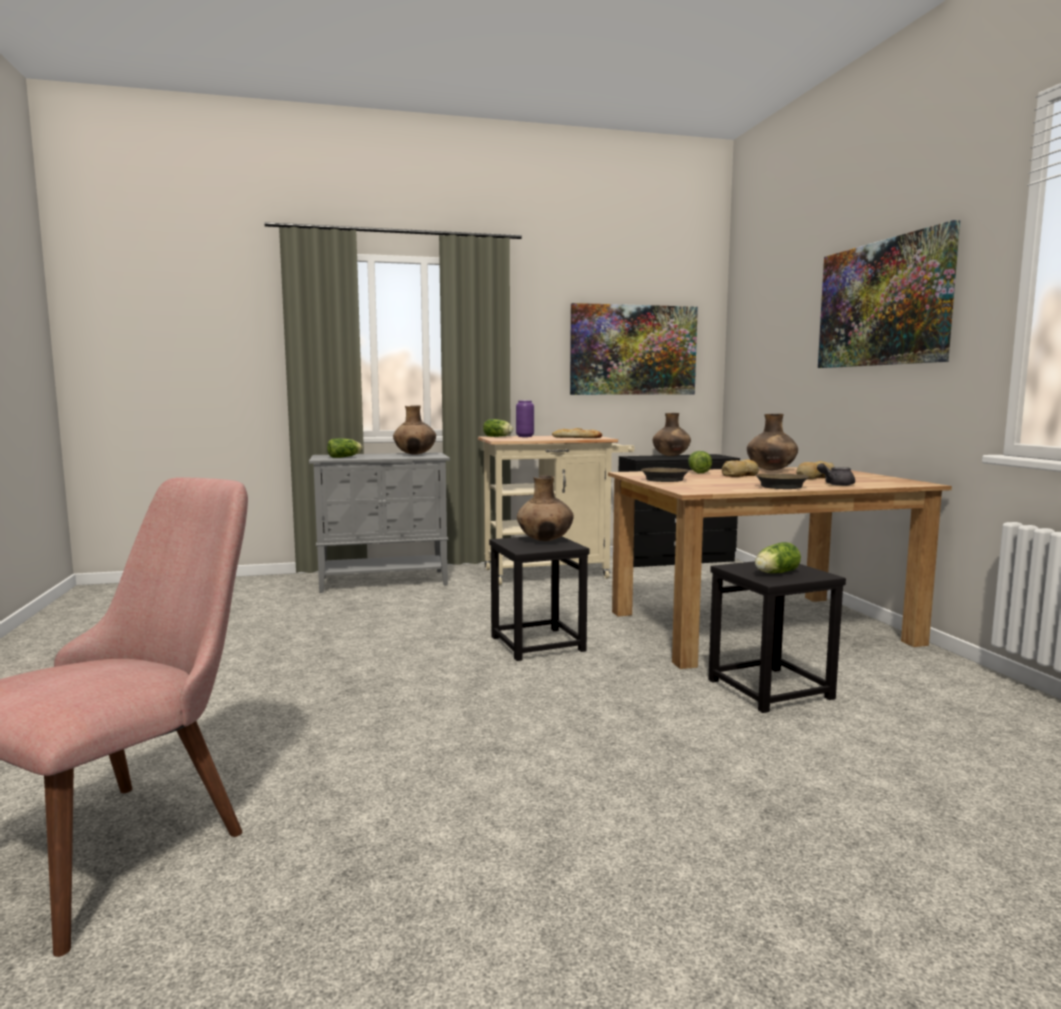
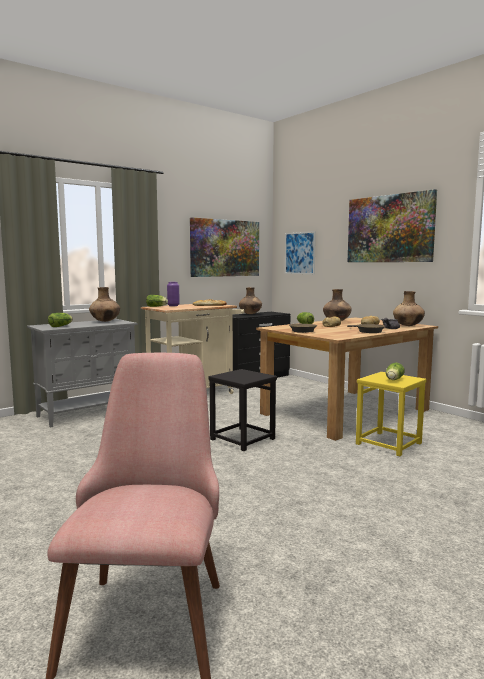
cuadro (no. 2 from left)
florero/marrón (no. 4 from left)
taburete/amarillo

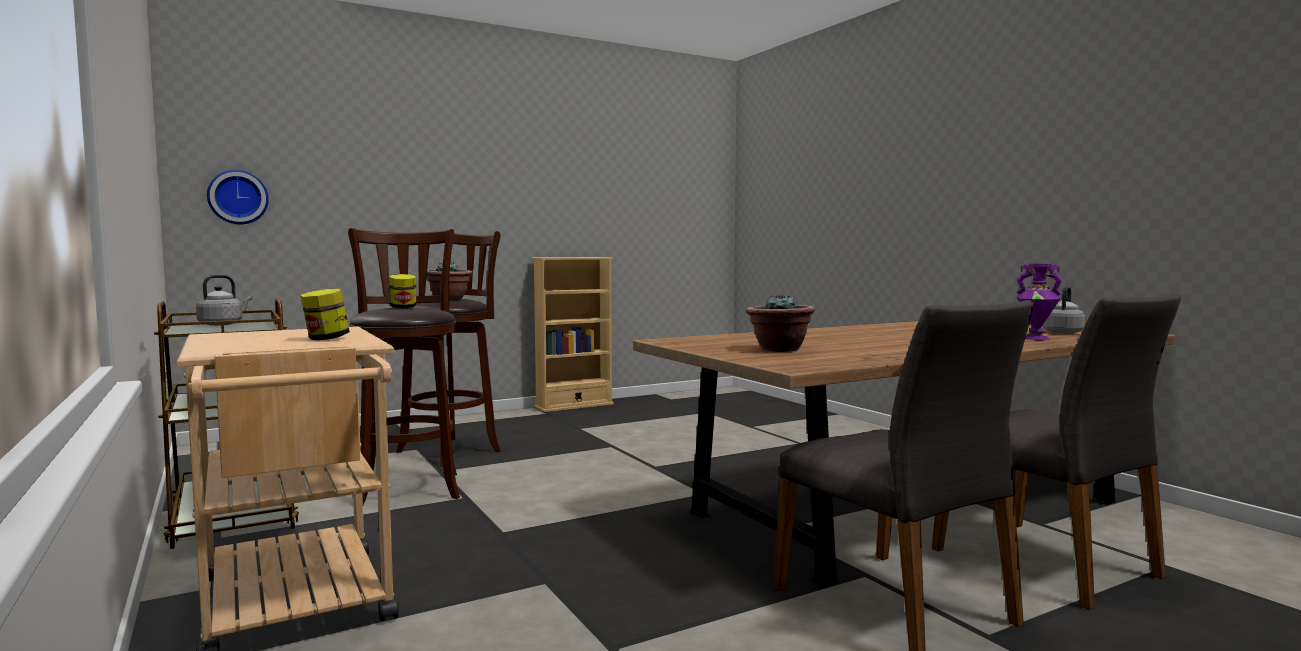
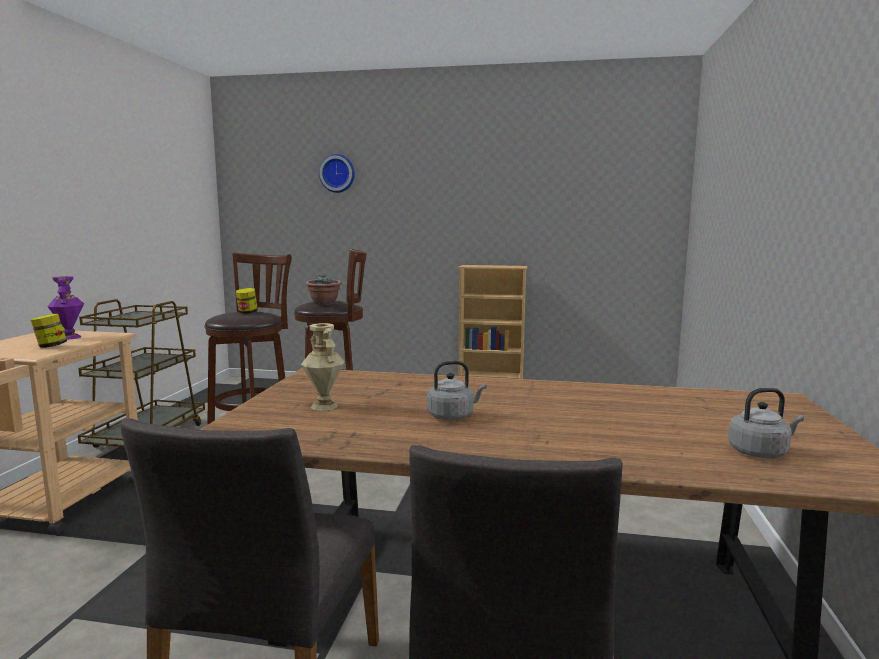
hervidor/gris (no. 1 from left)
reloj de pared
florero/morado
florero/beis

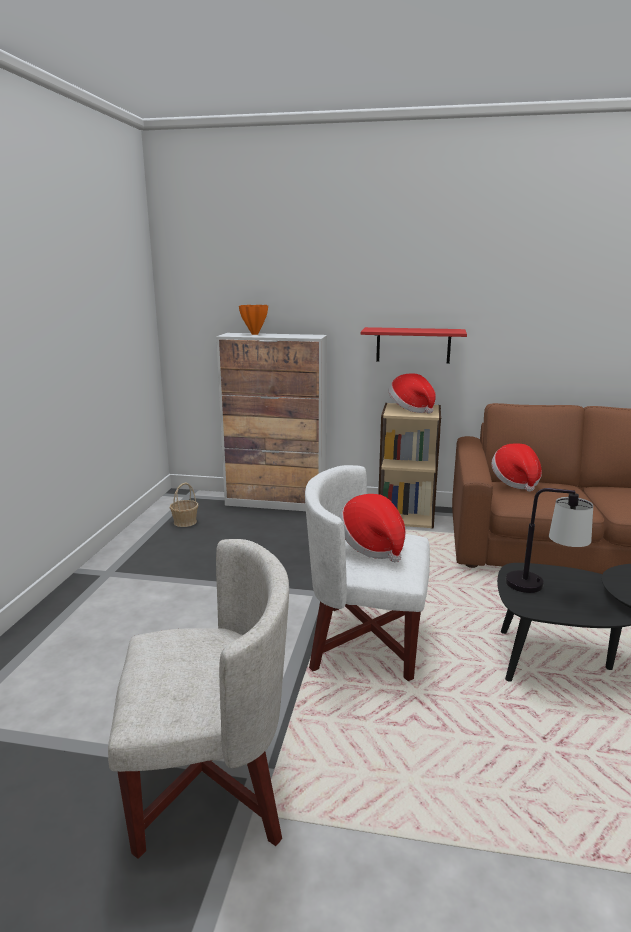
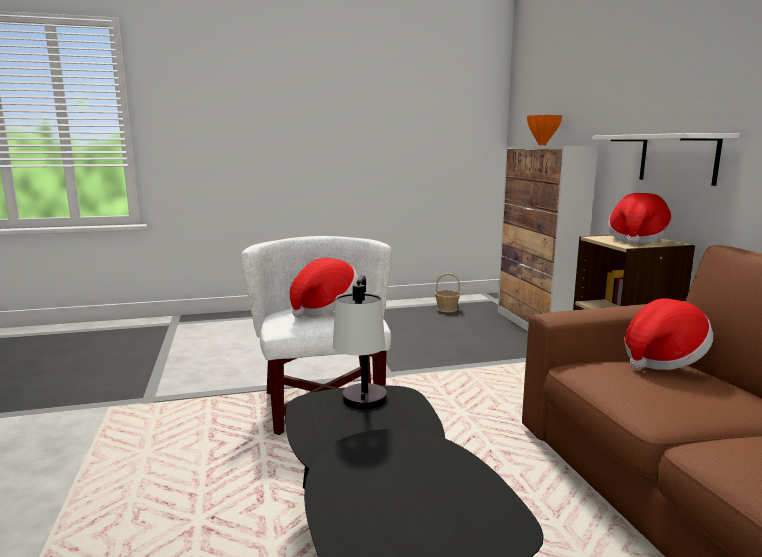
sillón/blanco (no. 1 from left in the first image)
estante/blanco

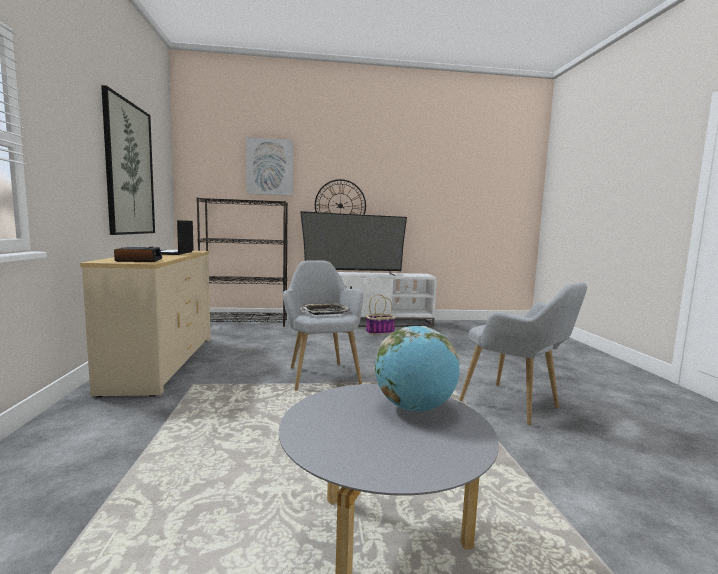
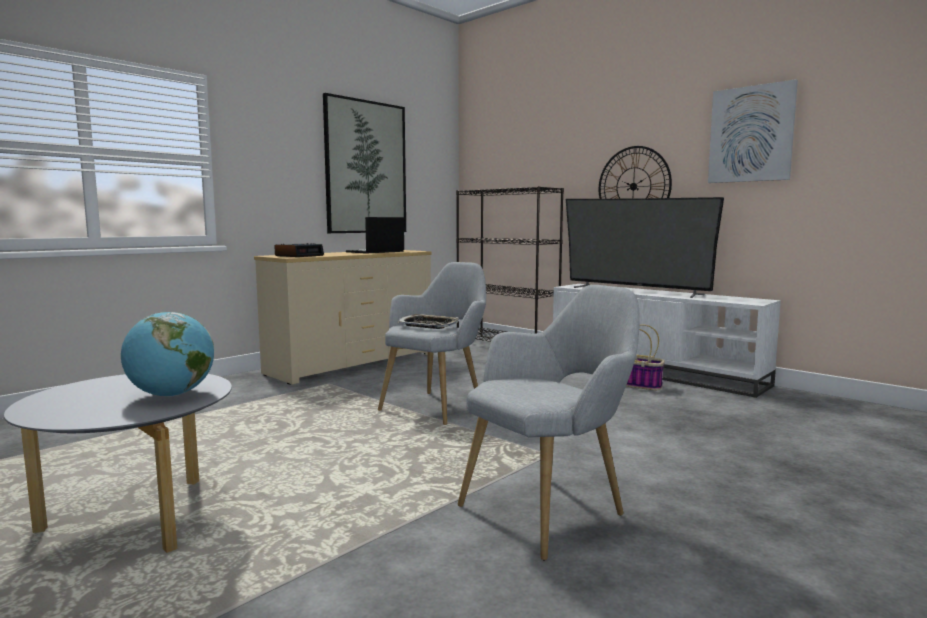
cuadro (no. 2 from left)
sillón/gris (no. 2 from left)

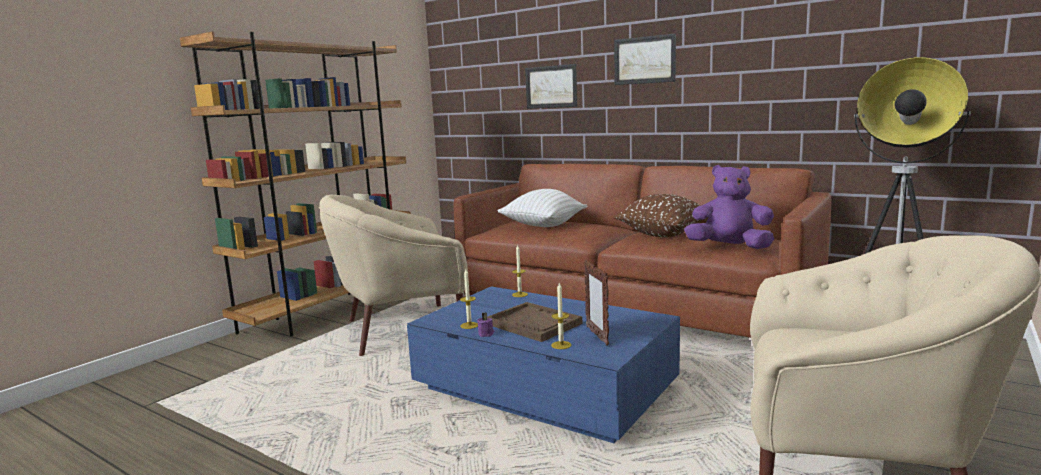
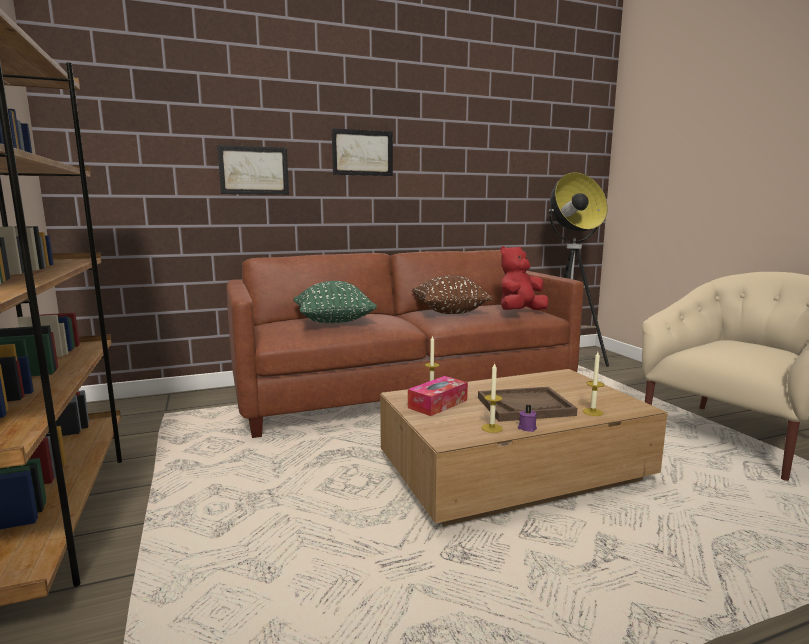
sillón/beis (no. 1 from left in the first image)
portarretratos
caja de pañuelos
mesa de centro/marrón
cojín/verde
peluche/rojo

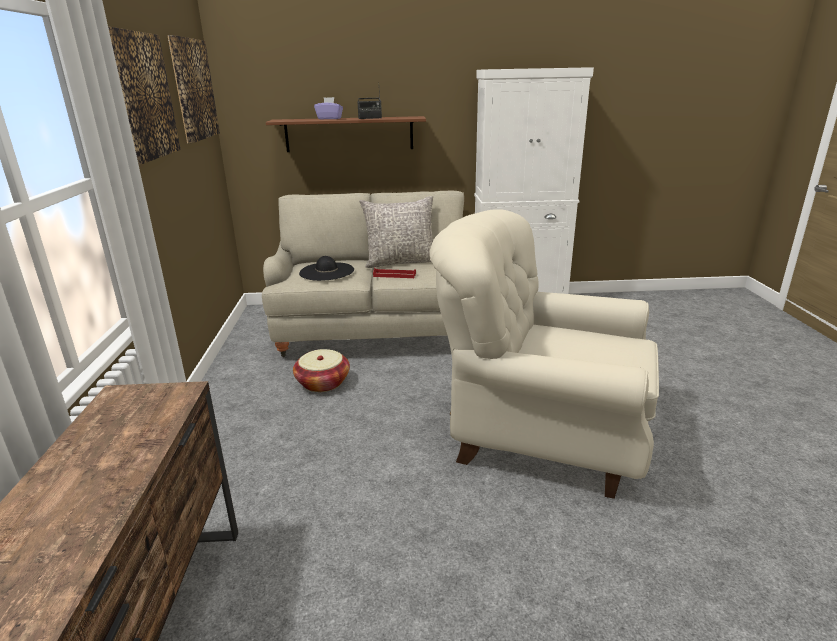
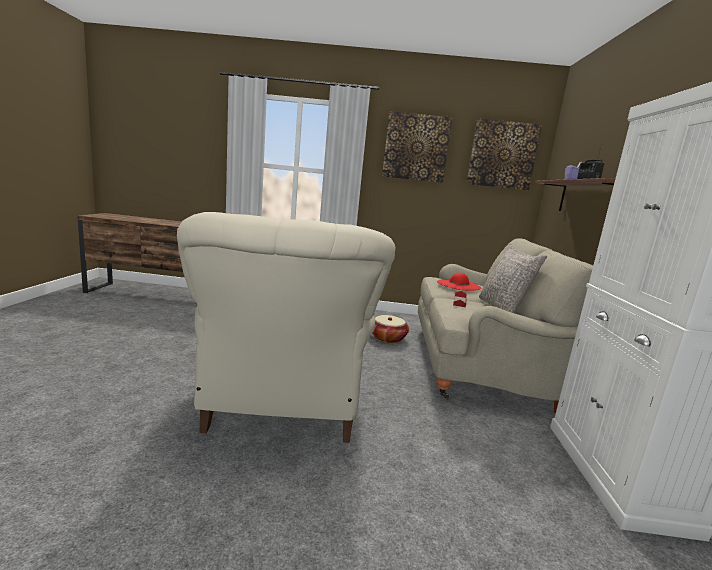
sombrero/rojo
sillón/beis

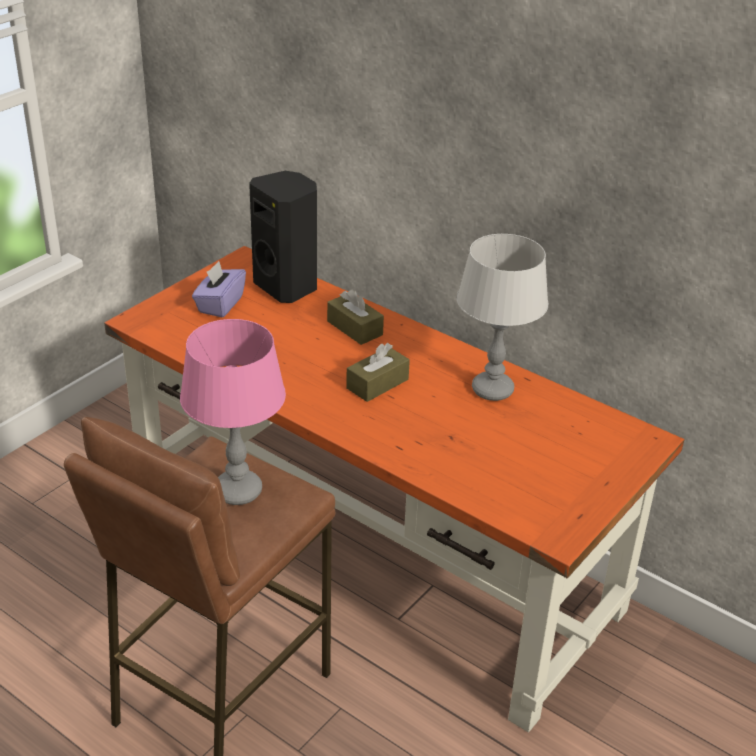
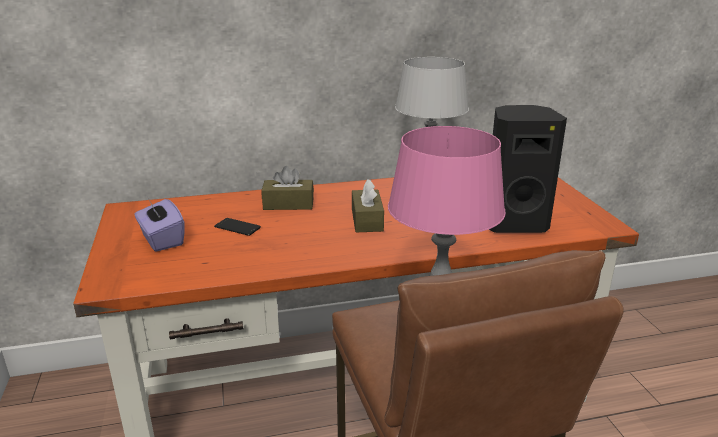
móvil
altavoz/negro

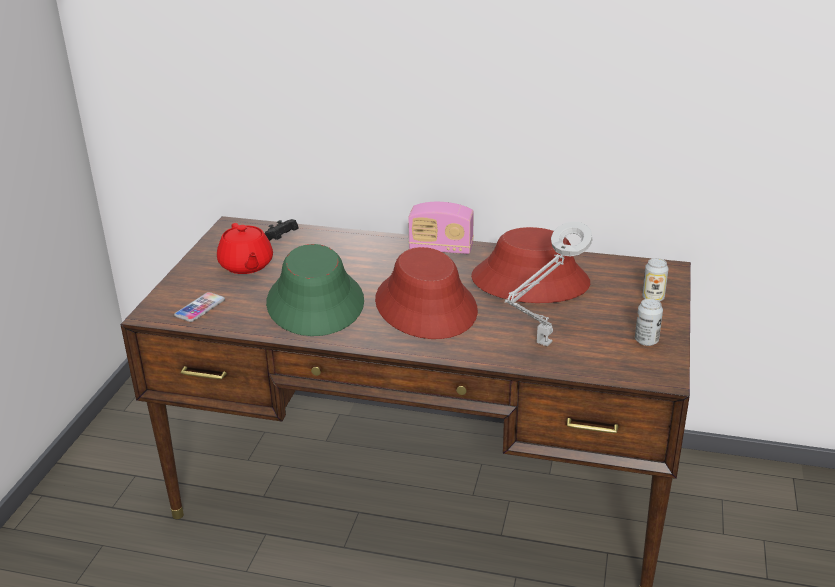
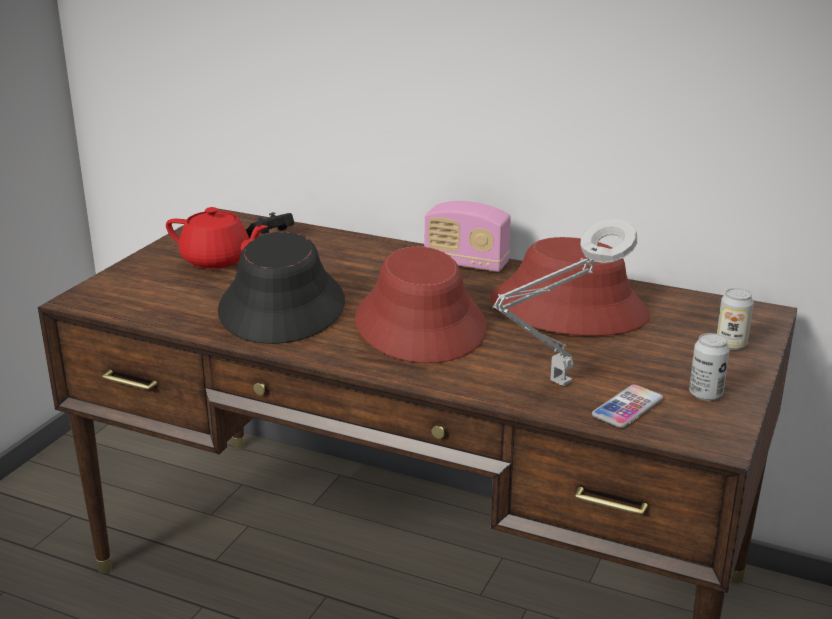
móvil
sombrero/negro
tetera/rojo

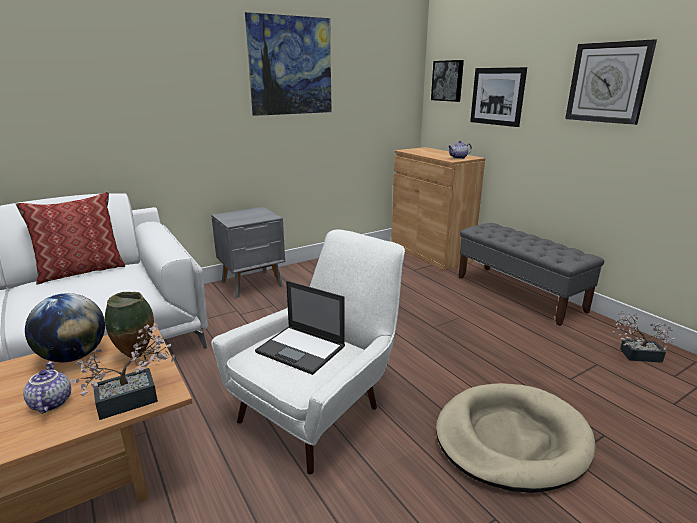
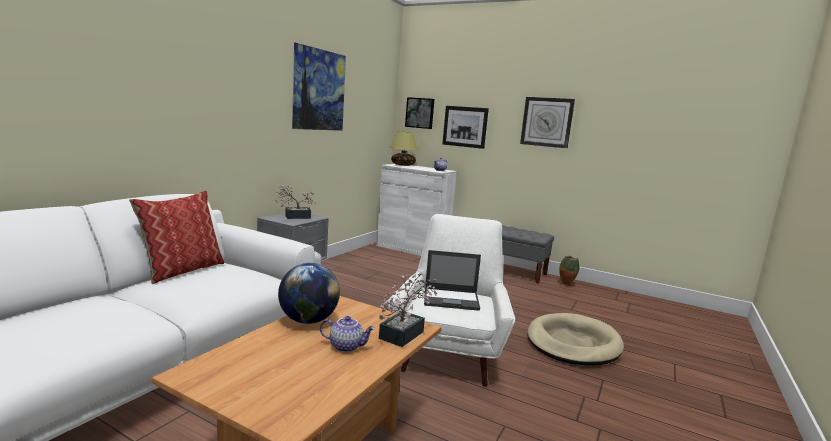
lámpara de mesa
florero
planta en maceta (no. 1 from left)
armario/blanco
tetera (no. 1 from left)

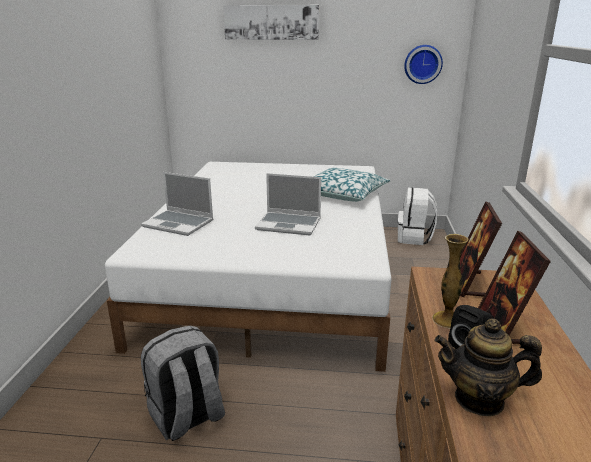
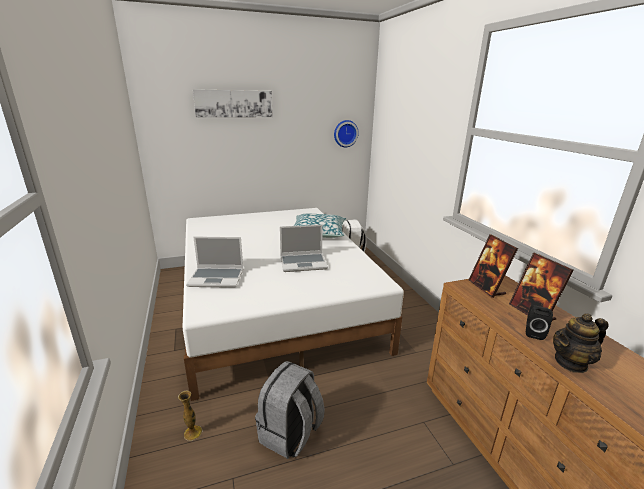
florero

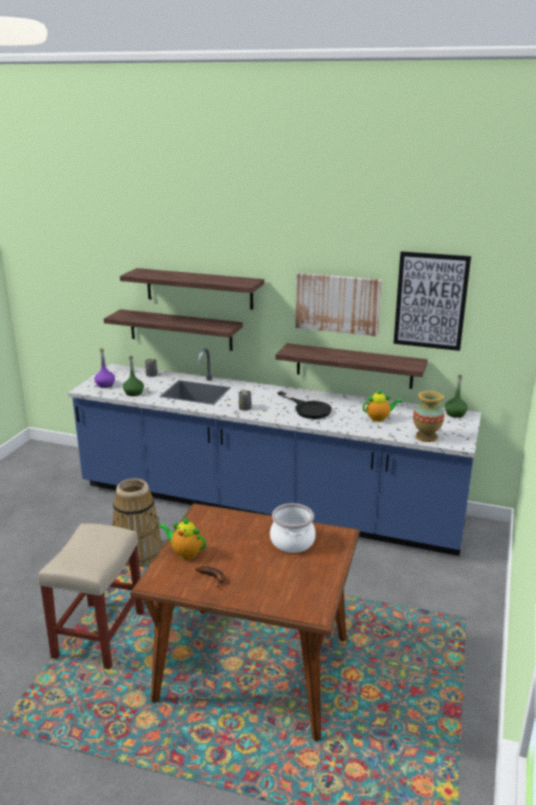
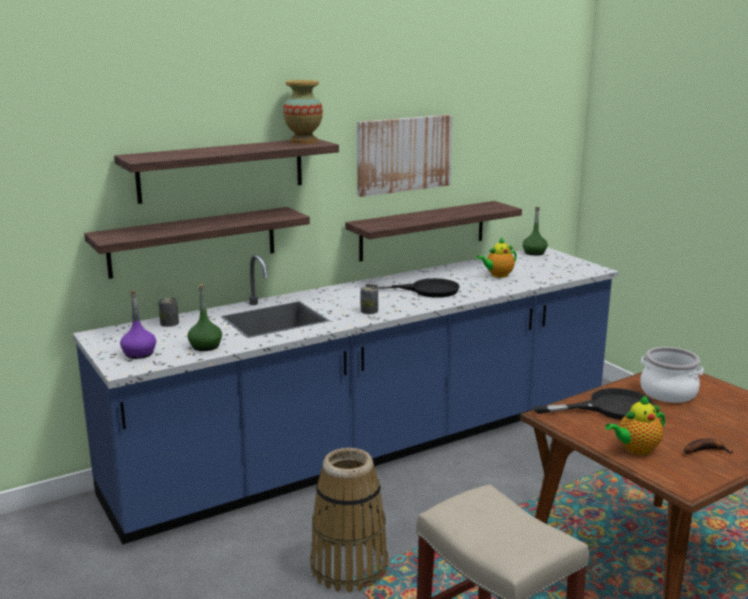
cuadro (no. 2 from left in the first image)
sartén/negro (no. 2 from left)
florero
tetera (no. 1 from left)

